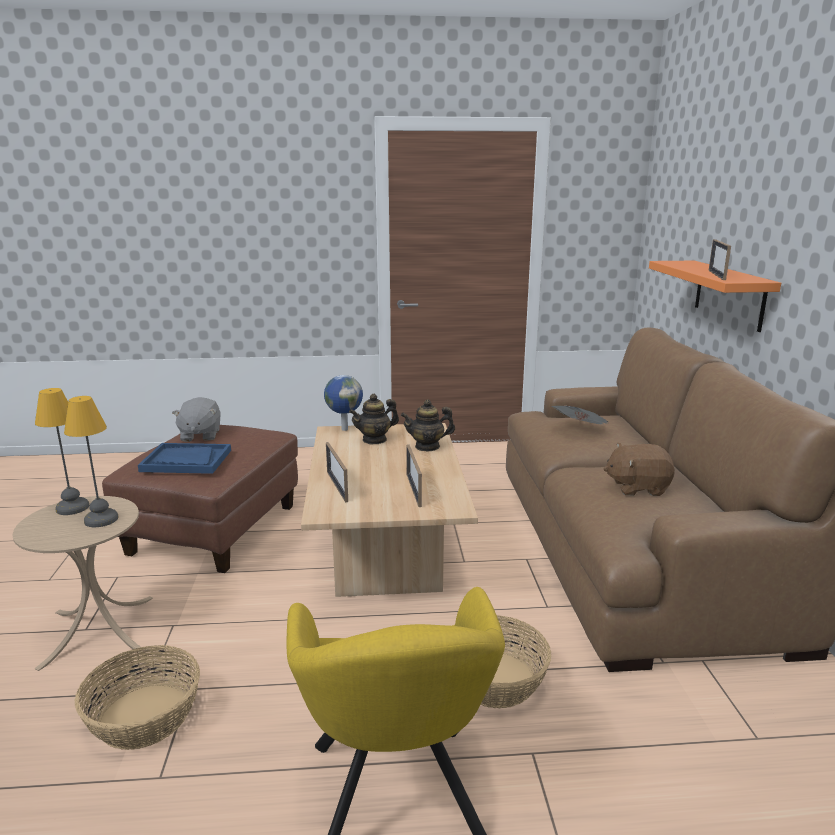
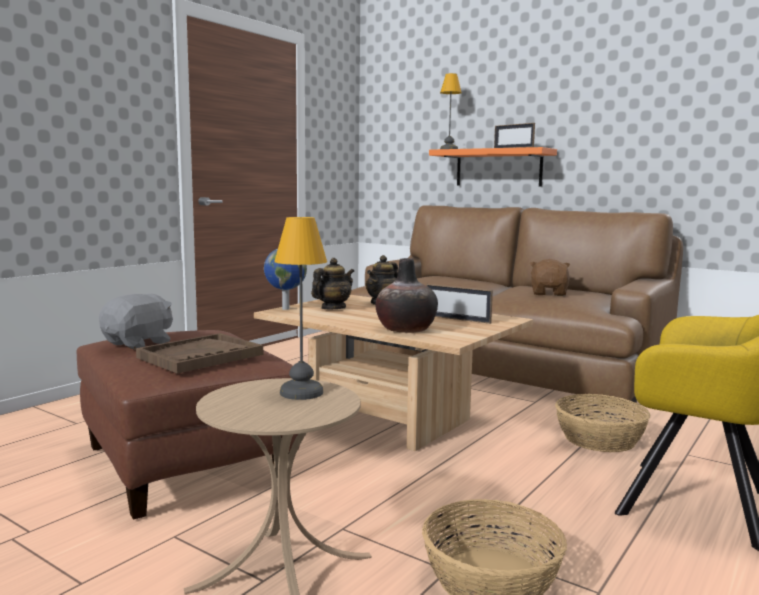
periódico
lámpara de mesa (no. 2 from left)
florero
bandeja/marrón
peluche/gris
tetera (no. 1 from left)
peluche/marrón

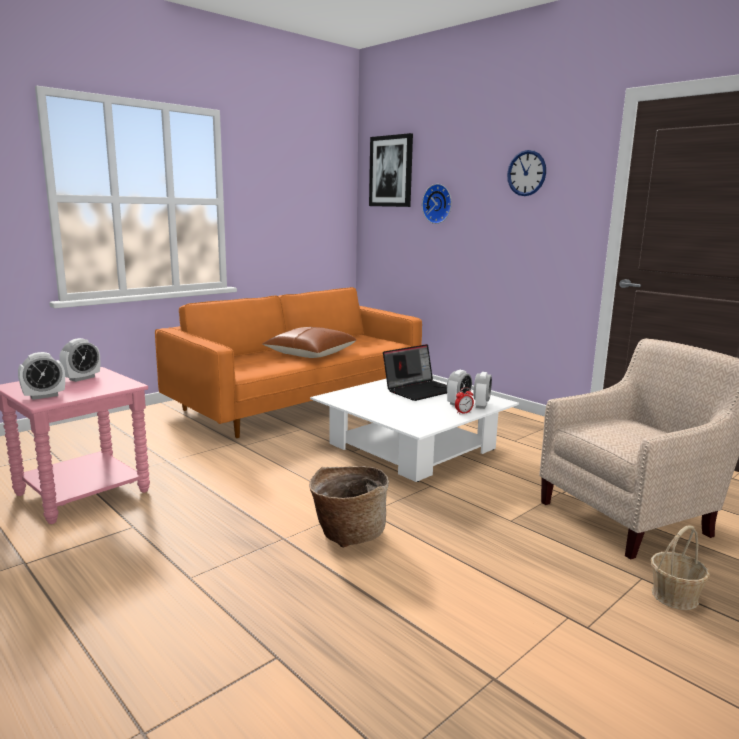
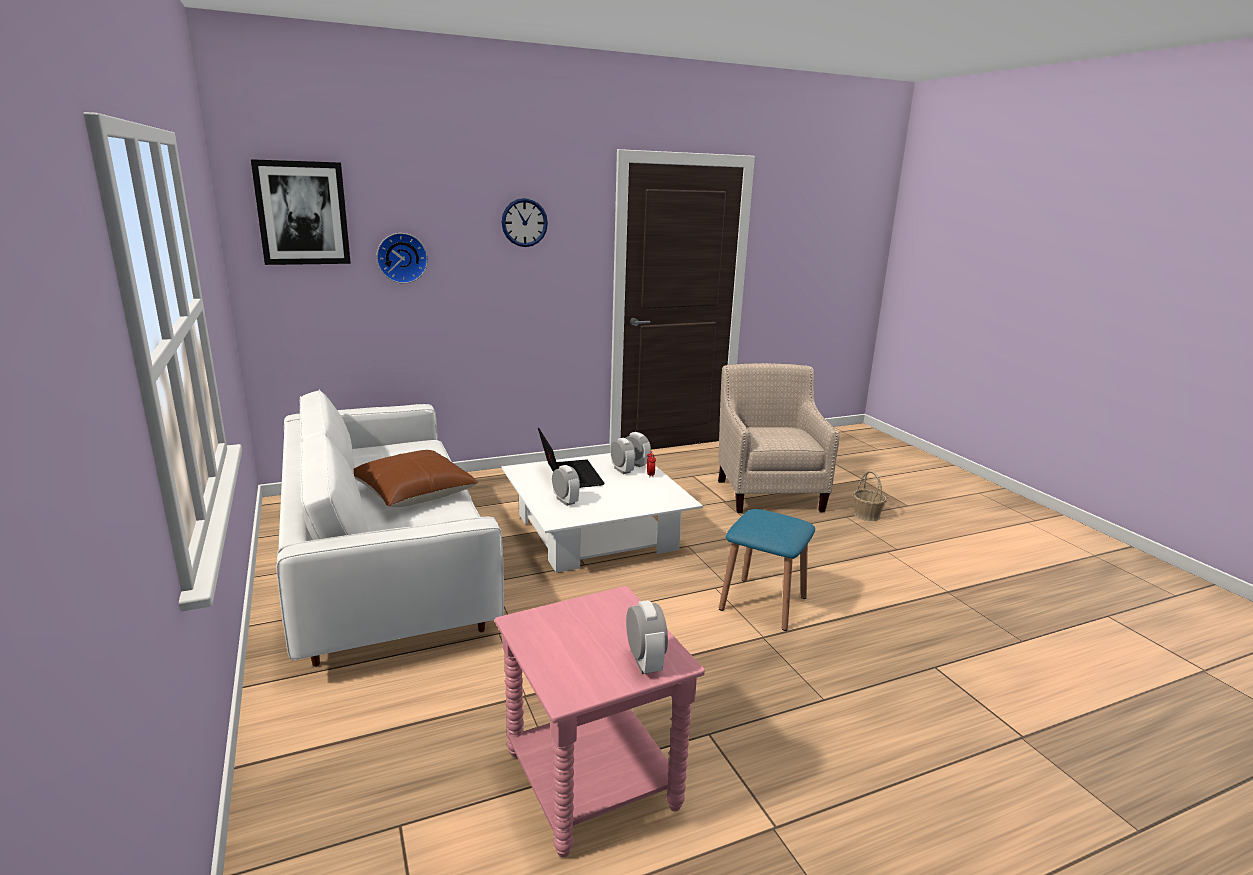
despertador (no. 1 from left)
taburete/azul
sofá/blanco

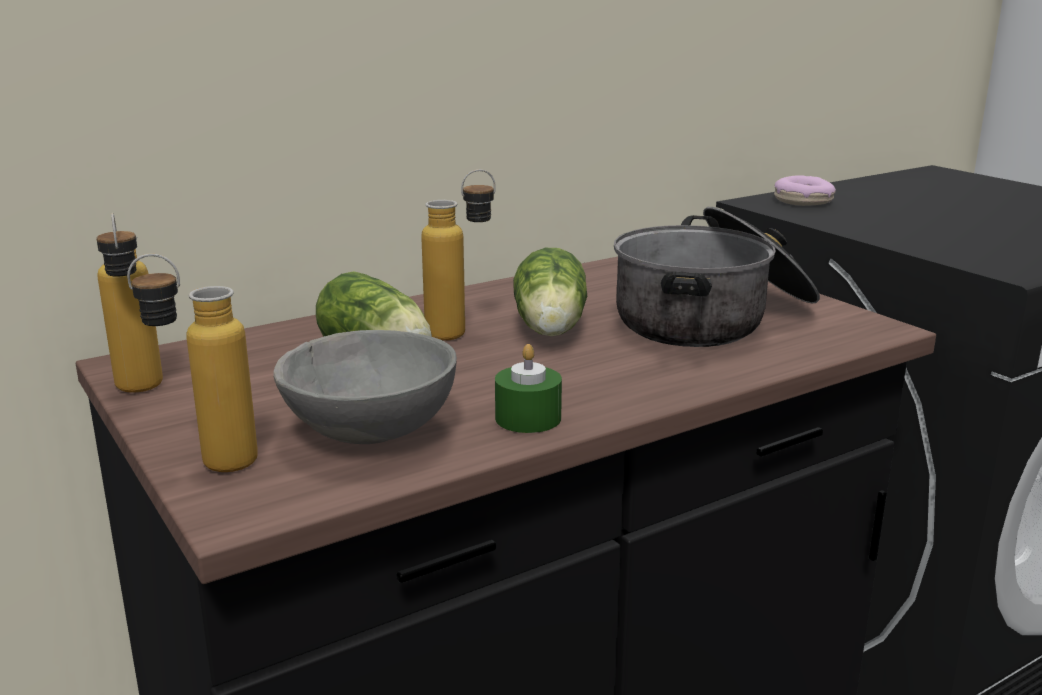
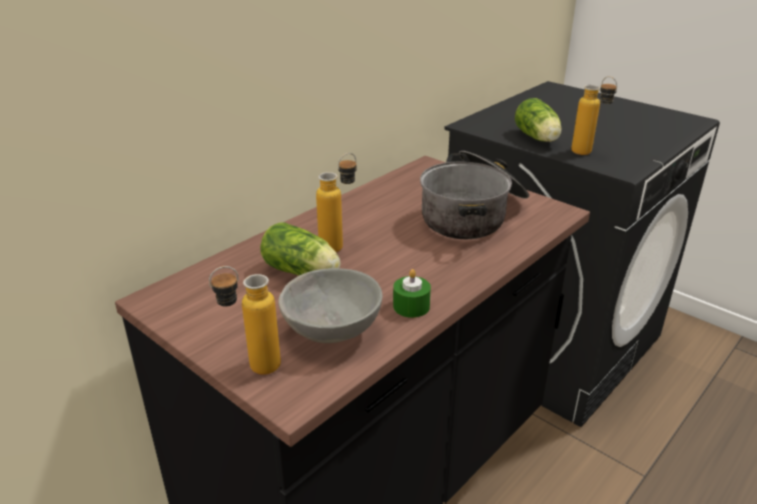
rosquilla
botella (no. 3 from left)
lechuga (no. 2 from left)

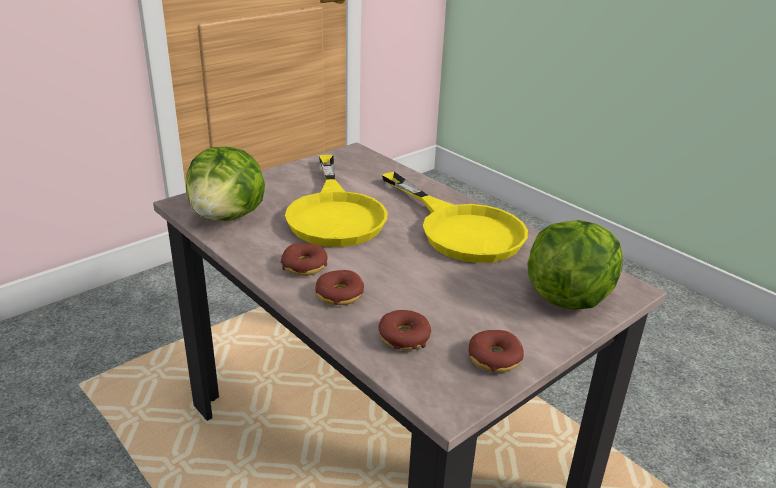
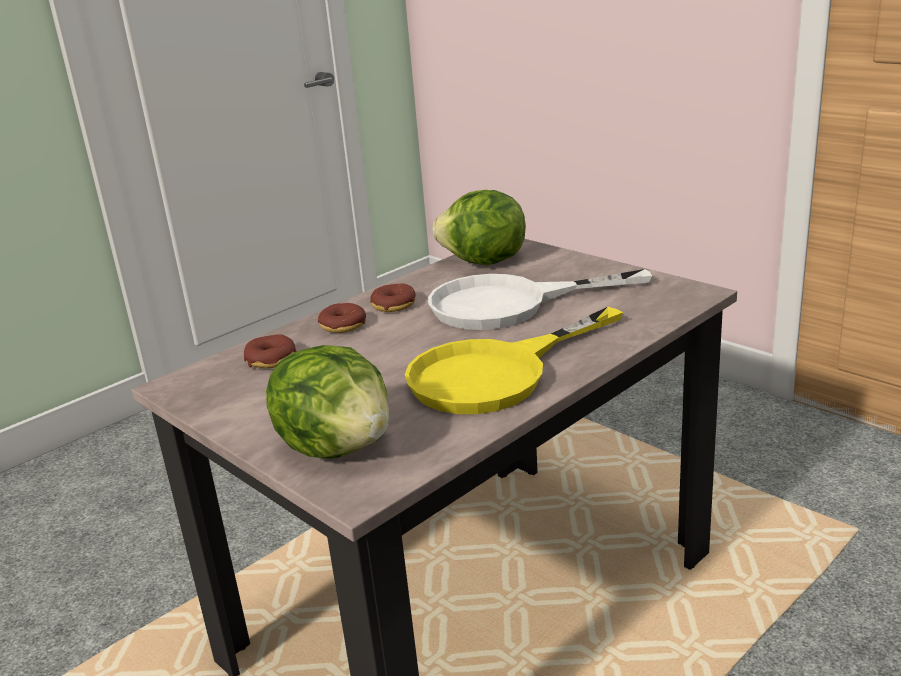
rosquilla (no. 4 from left in the first image)
sartén/blanco

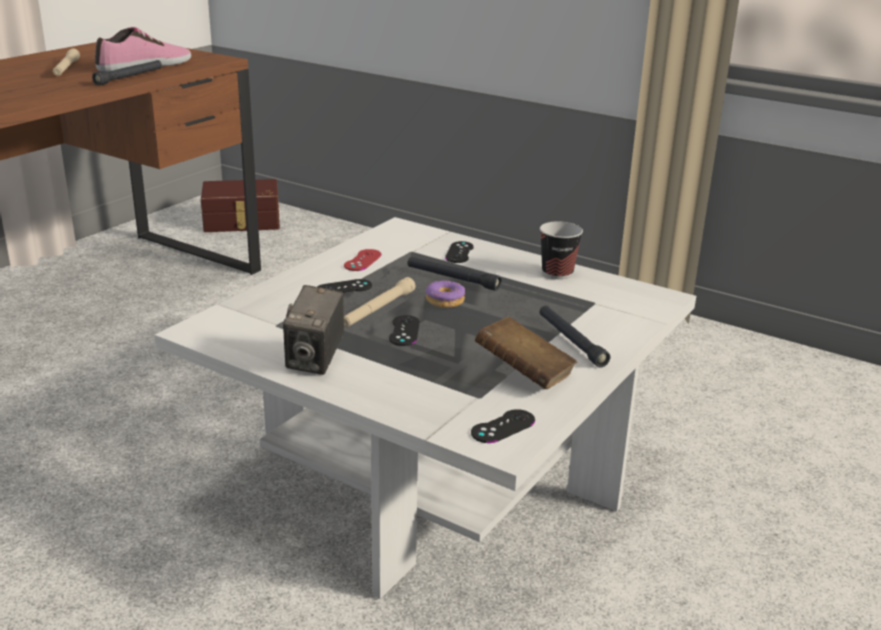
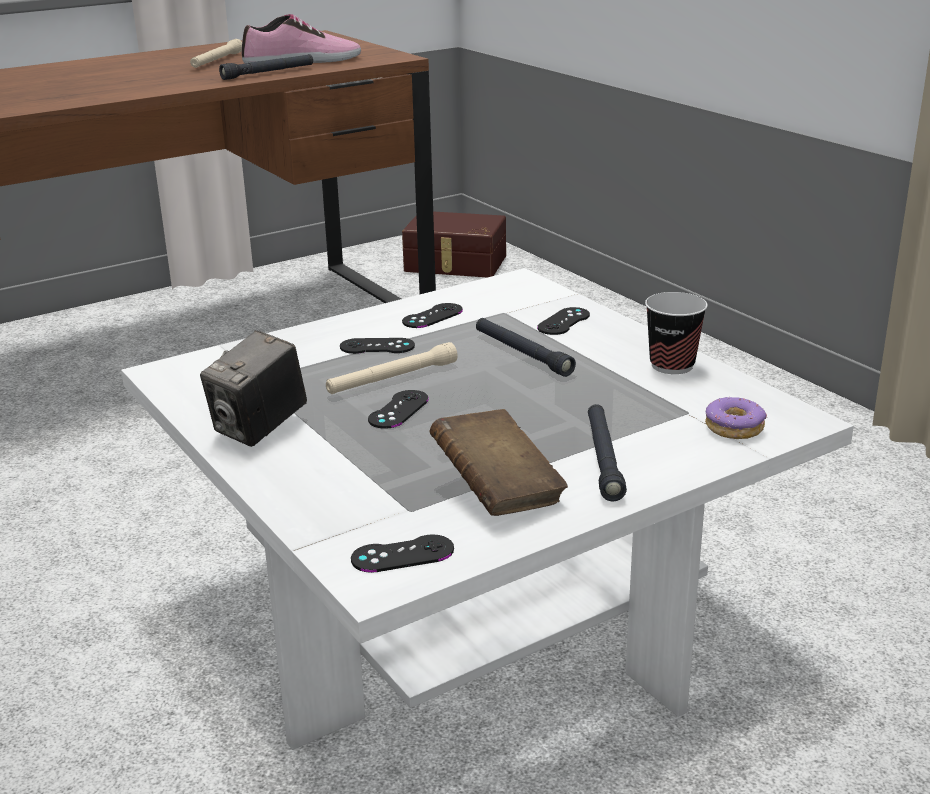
rosquilla
mando de consola/negro (no. 4 from left)

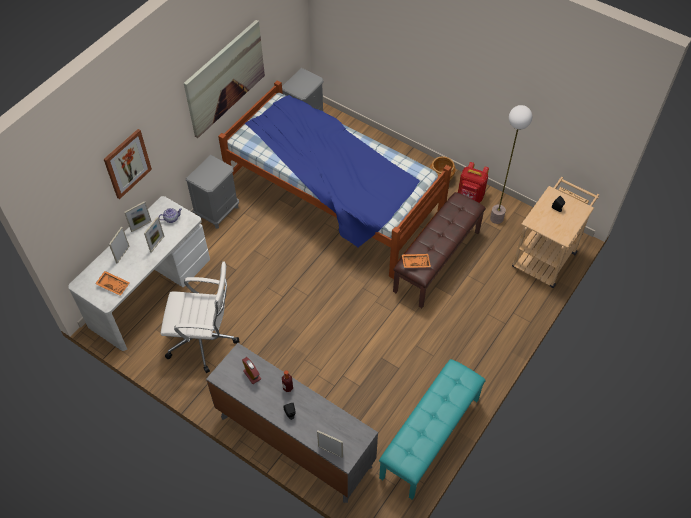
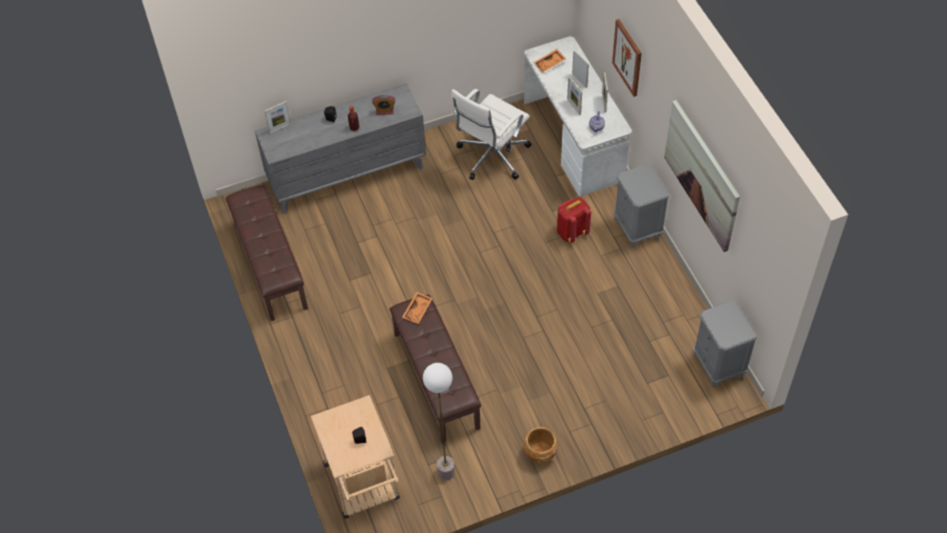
cama
mochila/rojo
banco/marrón (no. 1 from left)

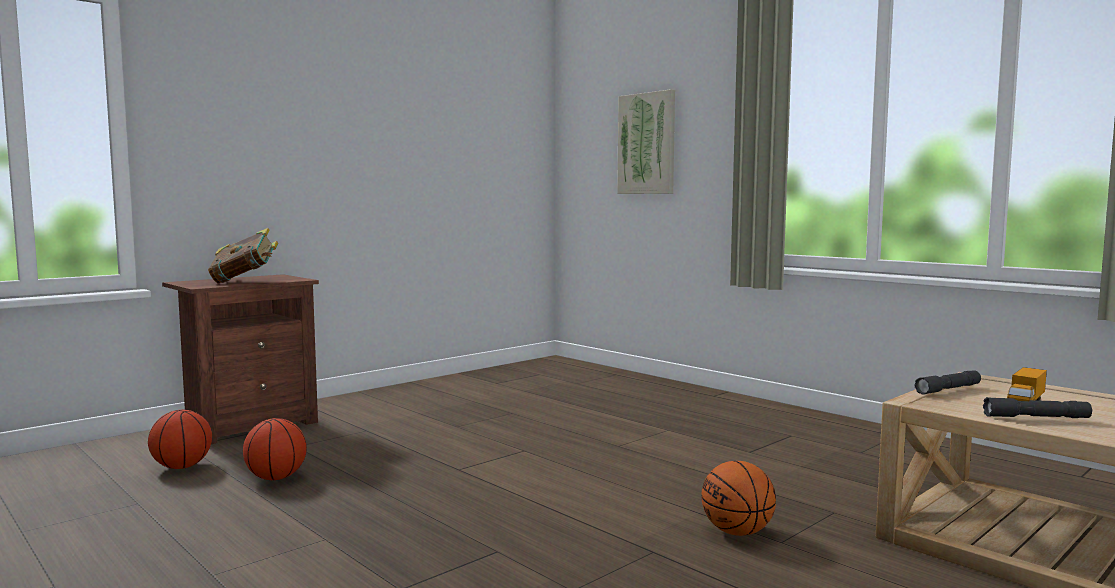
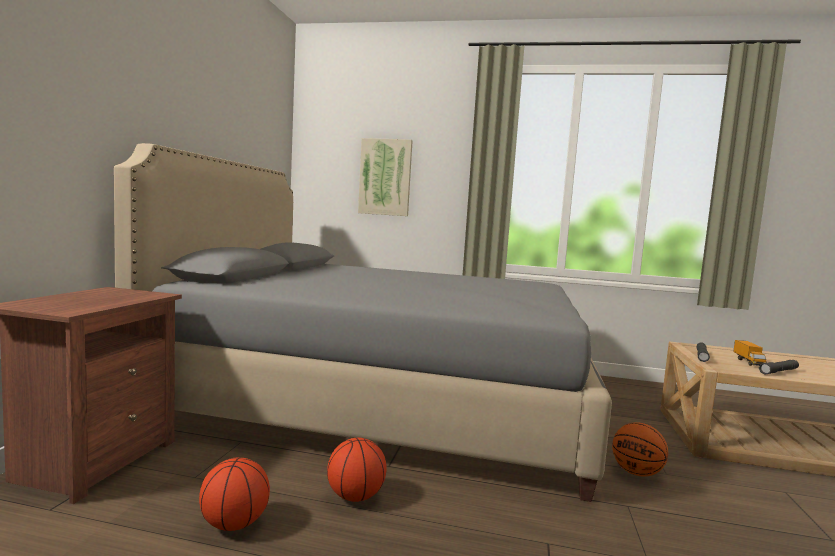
libro
cama/gris
balón de baloncesto (no. 2 from left)

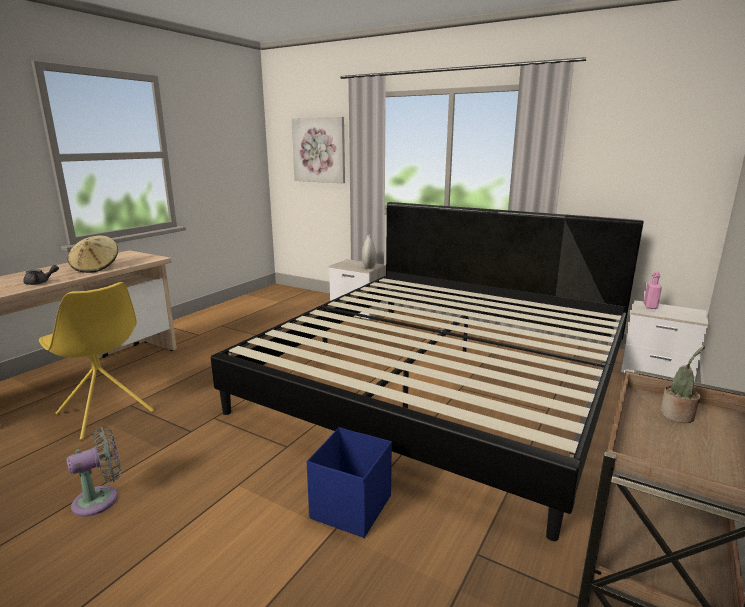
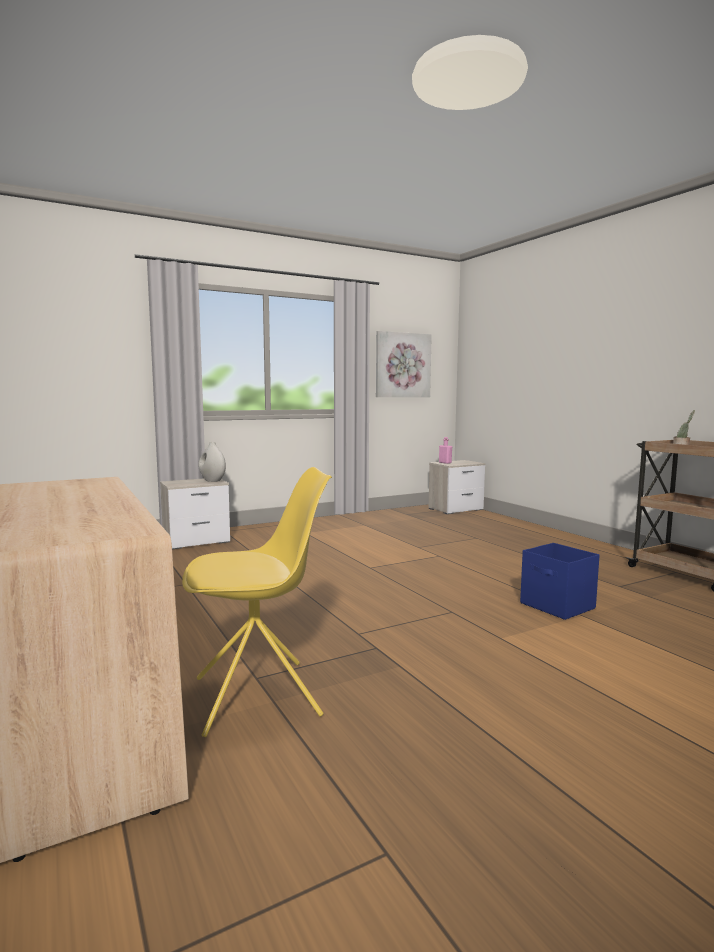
tetera/gris
sombrero/beis
ventilador/gris
cama
cuadro

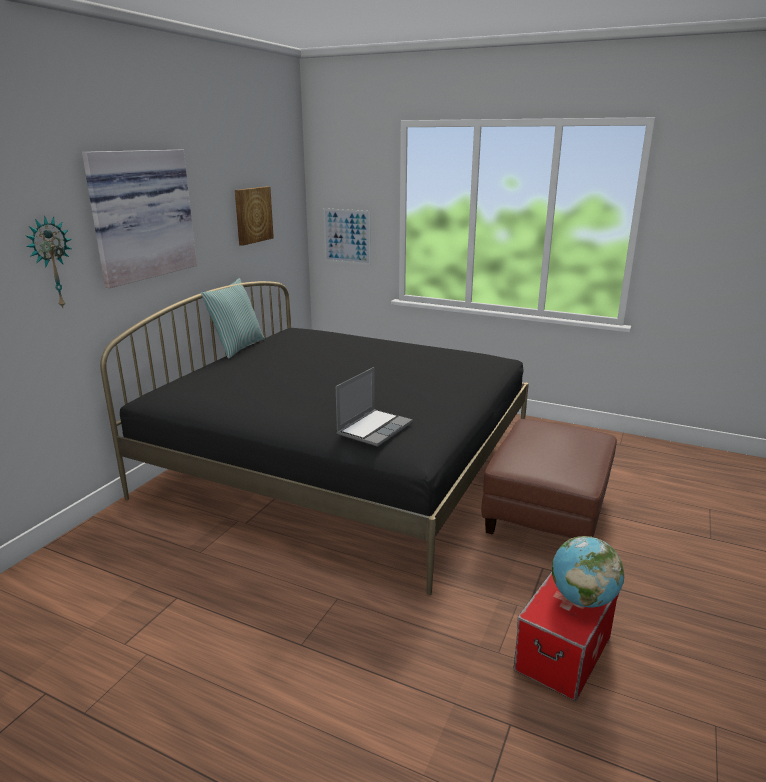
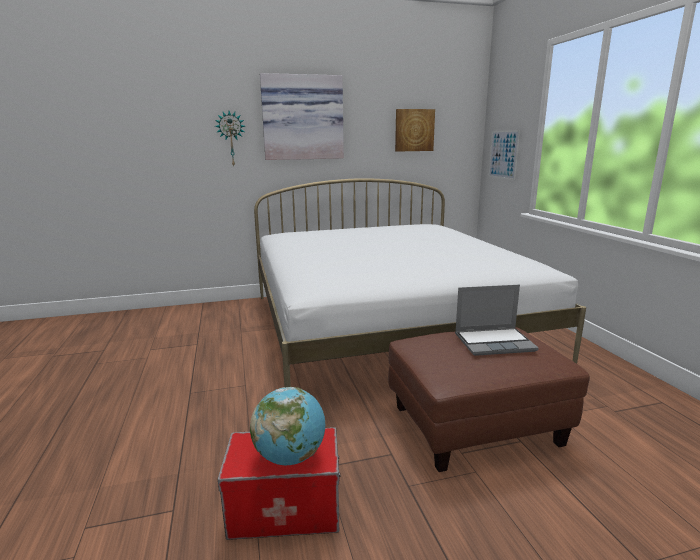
cojín
portátil
cama/blanco

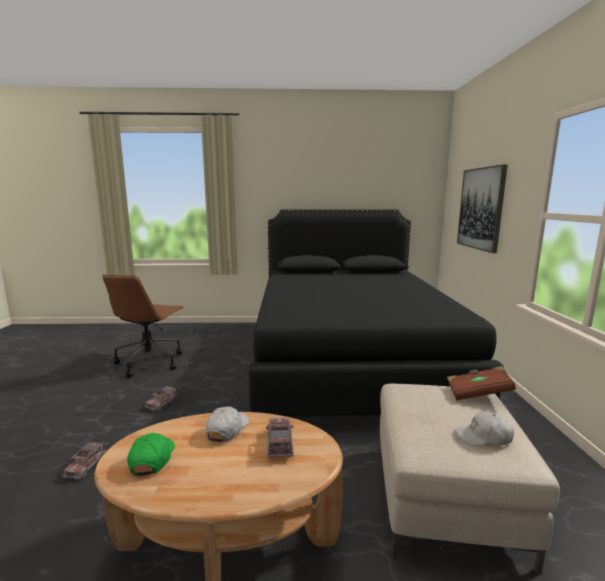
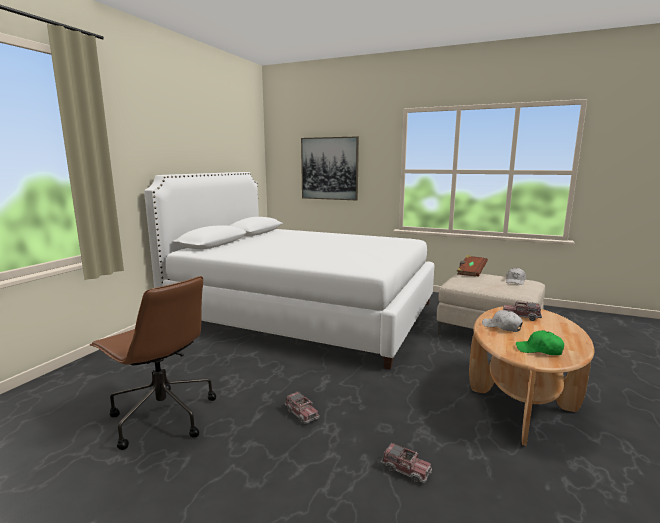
cama/blanco

